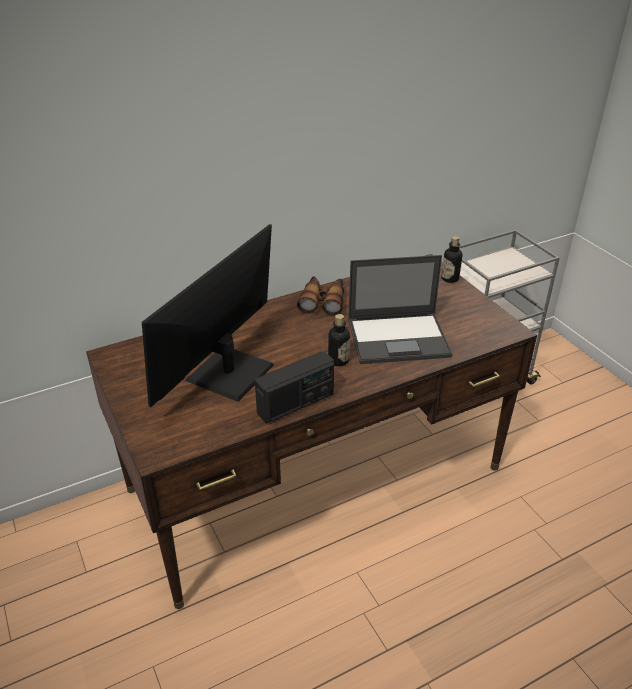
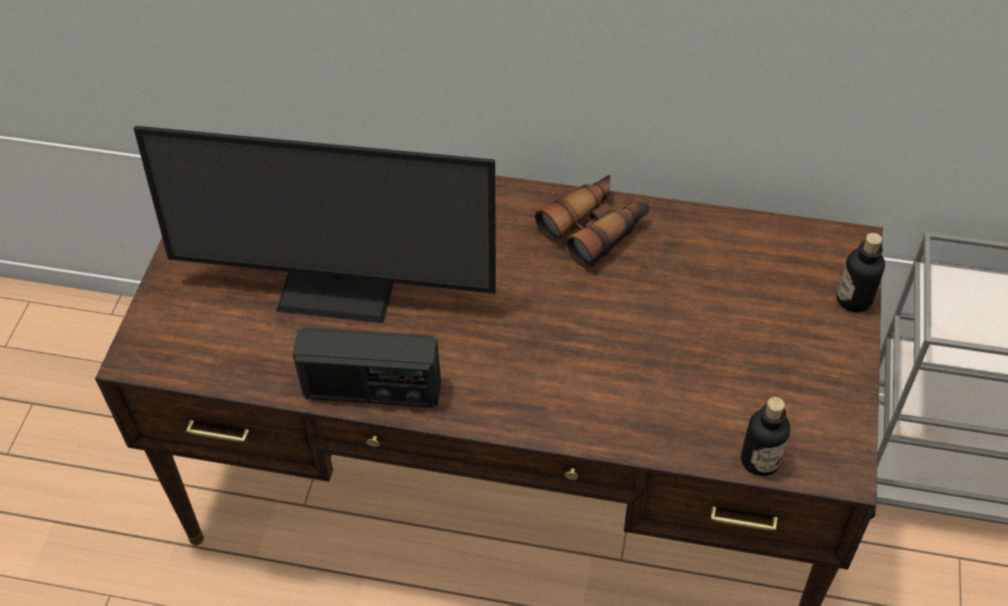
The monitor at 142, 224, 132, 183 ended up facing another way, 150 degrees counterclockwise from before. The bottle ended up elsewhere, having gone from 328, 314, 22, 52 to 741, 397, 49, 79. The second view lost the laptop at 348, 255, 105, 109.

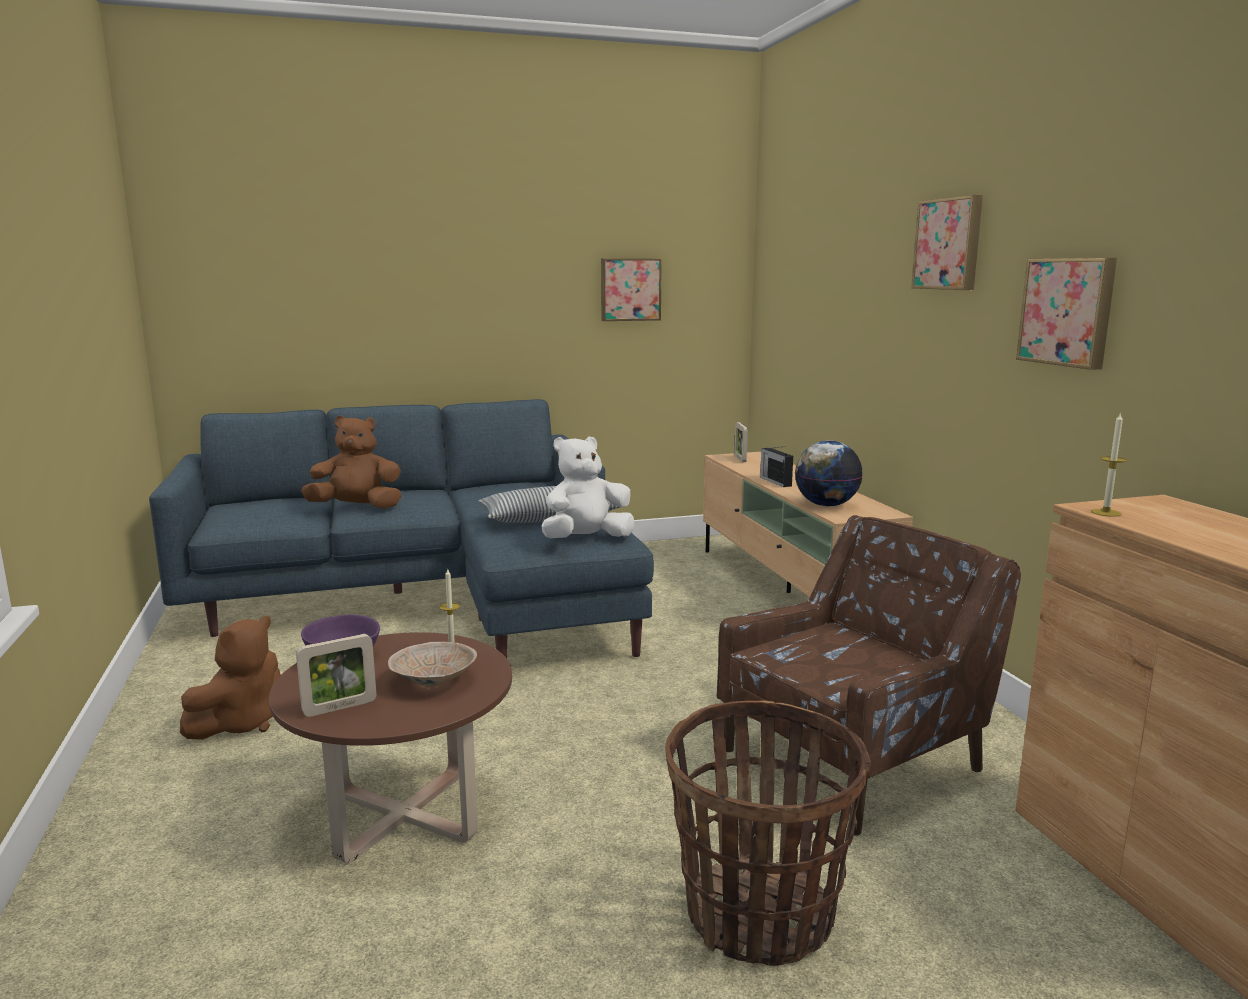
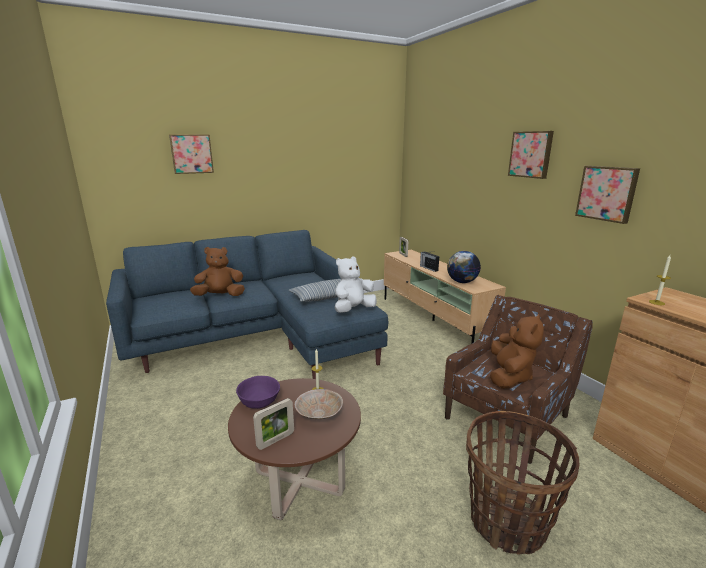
The picture ended up elsewhere, having gone from 601, 258, 61, 63 to 169, 134, 45, 40. The brown plush toy ended up elsewhere, having gone from 180, 616, 101, 124 to 490, 314, 54, 75.

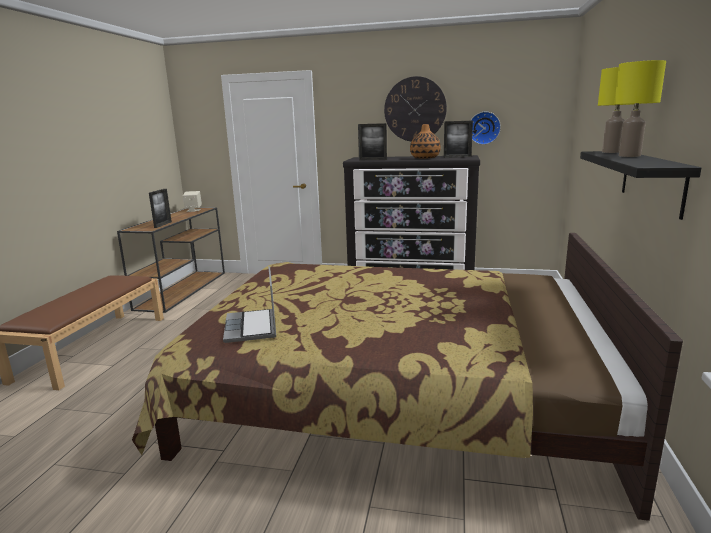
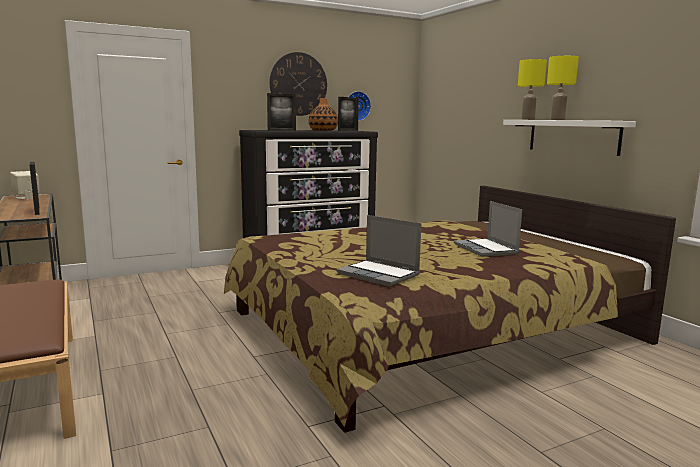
The second view gained the laptop at 454, 201, 68, 56. What was the black shelf at 580, 151, 121, 69 turned into the white shelf at 503, 120, 133, 36.

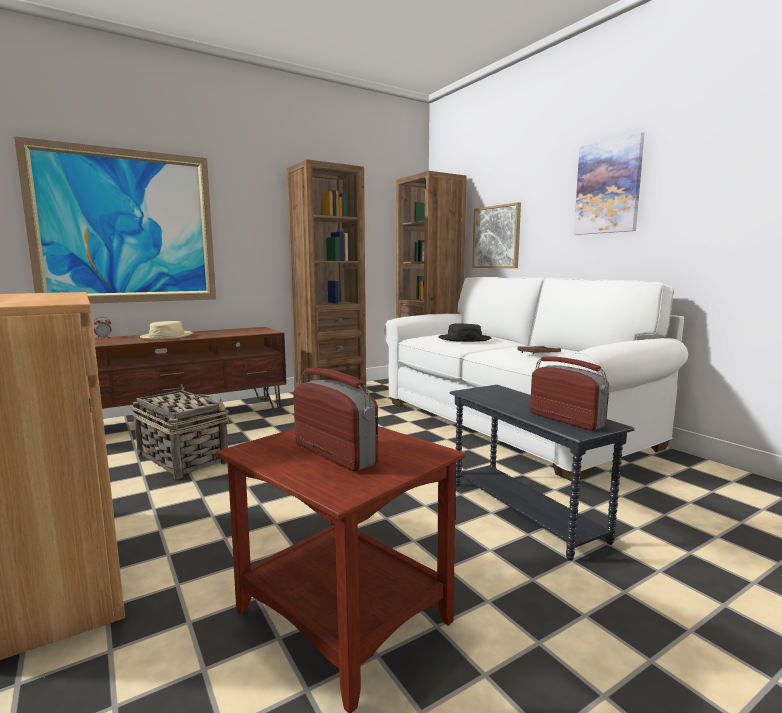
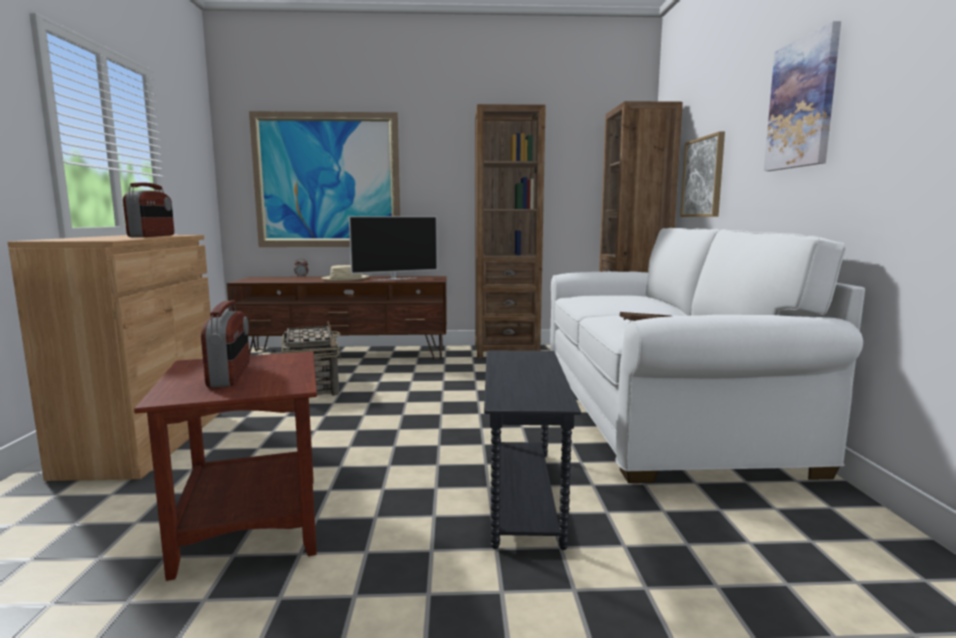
The radio ended up elsewhere, having gone from 530, 356, 79, 75 to 123, 182, 51, 55. The second view gained the television at 349, 216, 89, 65. The second view lost the black hat at 438, 323, 53, 19.

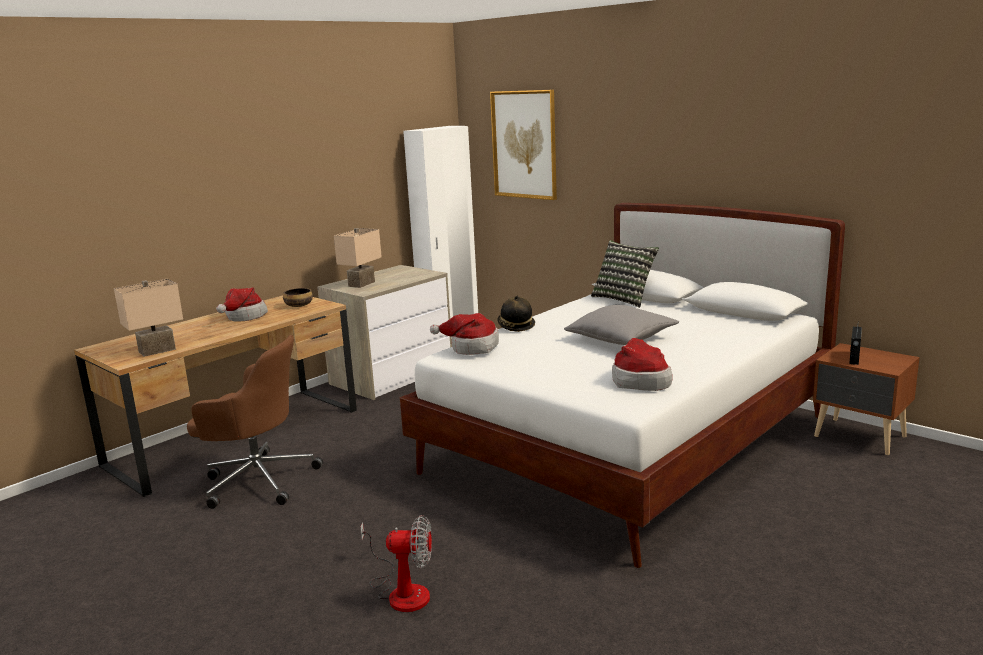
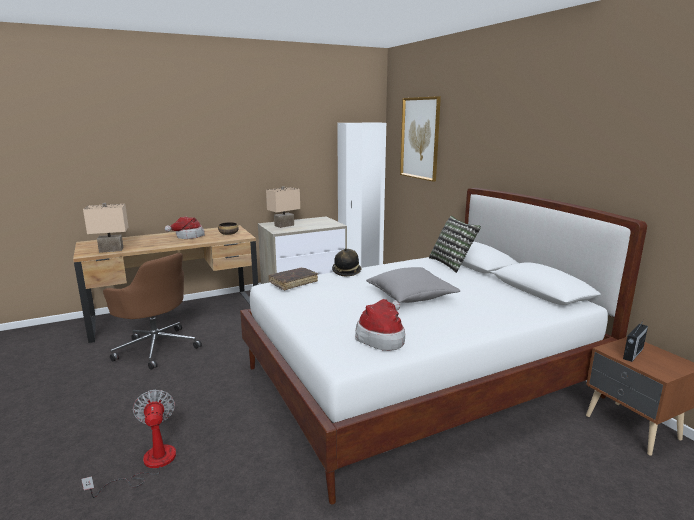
The fan at 360, 515, 72, 97 ended up facing another way, 135 degrees counterclockwise from before. Where the hat stood at 430, 313, 69, 42, the brown book came to stand at 268, 268, 50, 22.

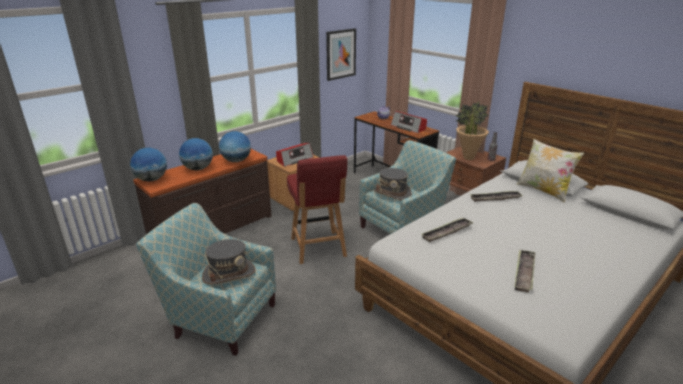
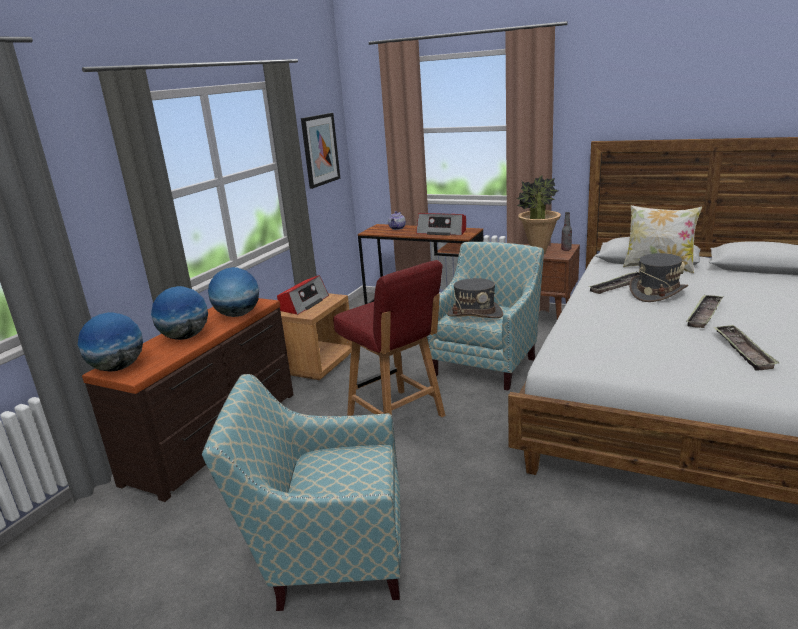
The grey hat ended up elsewhere, having gone from 202, 239, 54, 46 to 629, 253, 59, 49. The tray ended up elsewhere, having gone from 422, 217, 52, 25 to 687, 295, 37, 33.

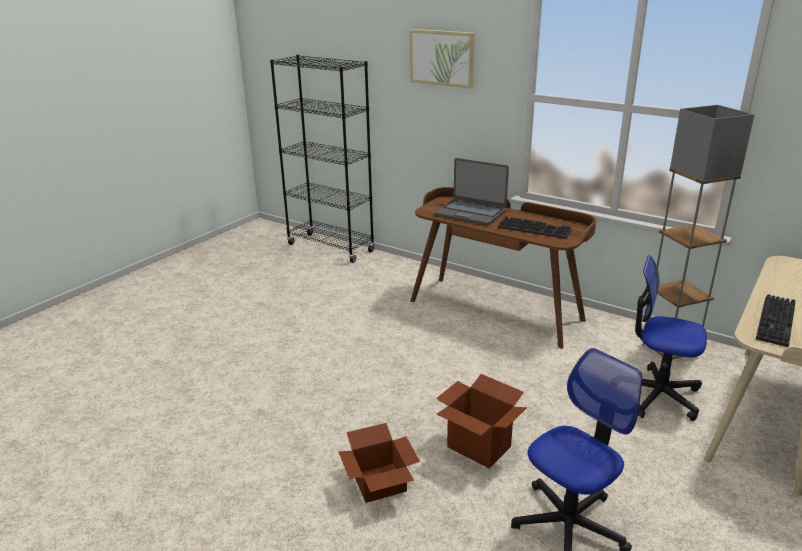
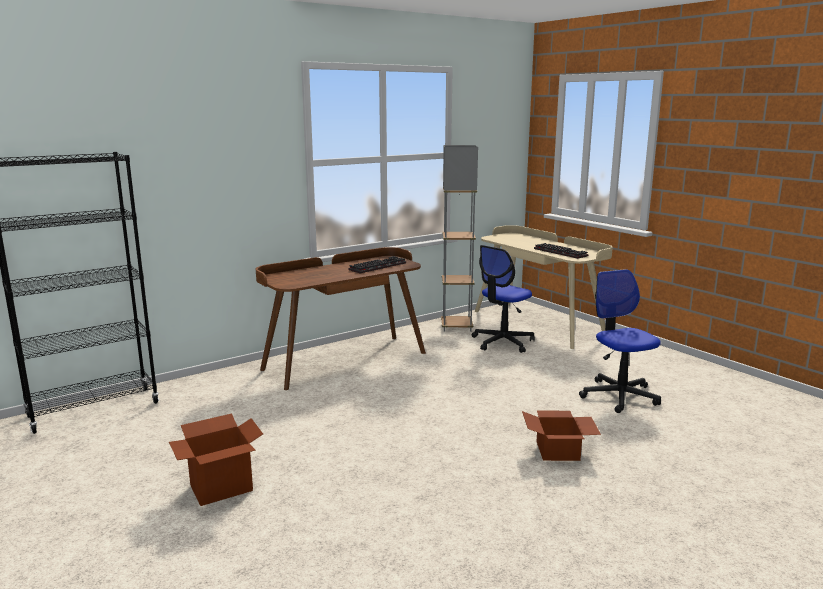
The cardboard box ended up elsewhere, having gone from 436, 374, 91, 95 to 169, 413, 94, 93. The second view lost the picture at 410, 29, 65, 59. The second view lost the laptop at 435, 158, 74, 68.

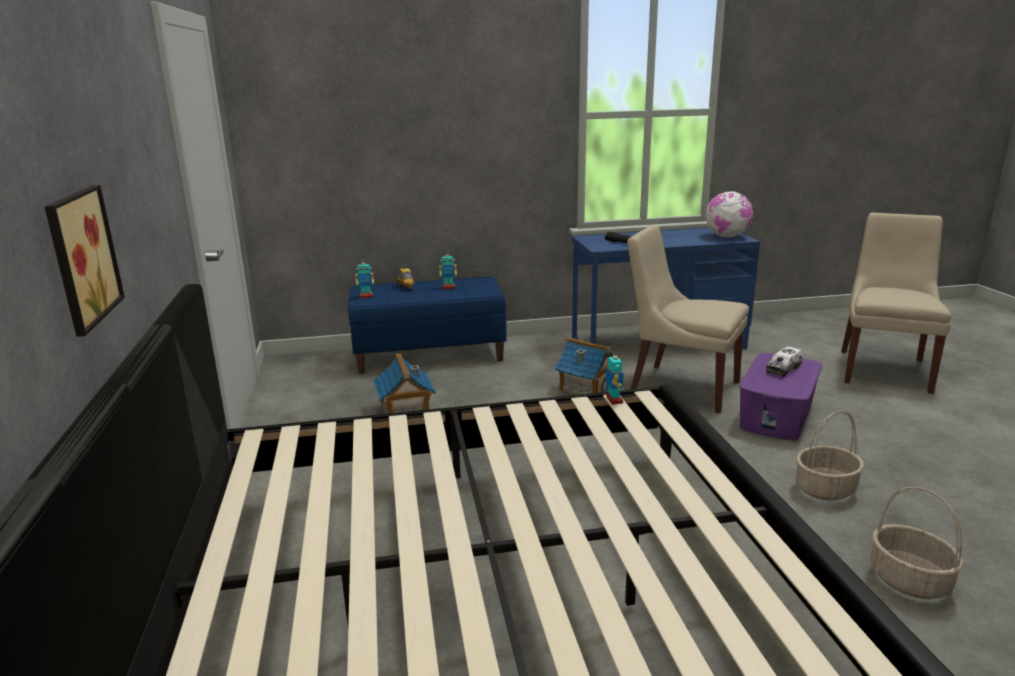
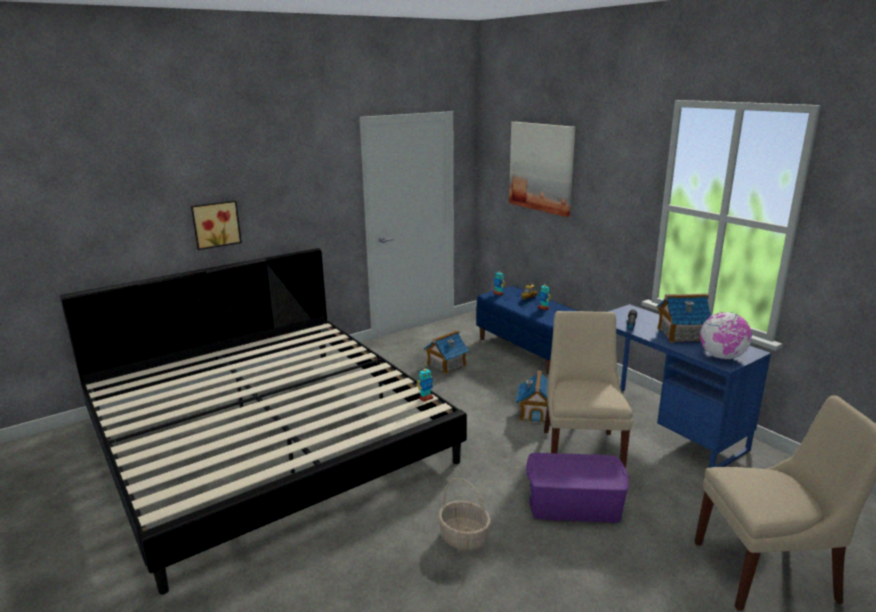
The second view gained the picture at 509, 122, 66, 95. The second view gained the toy house at 657, 293, 54, 50. The second view lost the toy truck at 766, 346, 37, 31. The second view lost the basket at 871, 487, 93, 112.

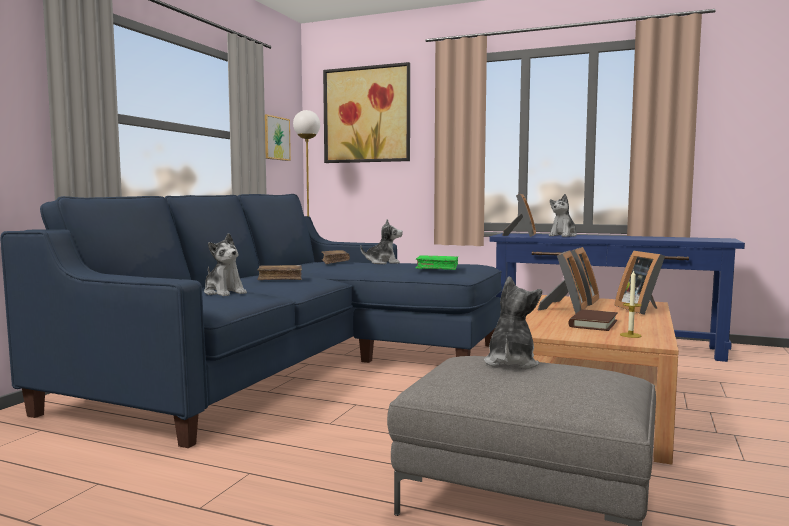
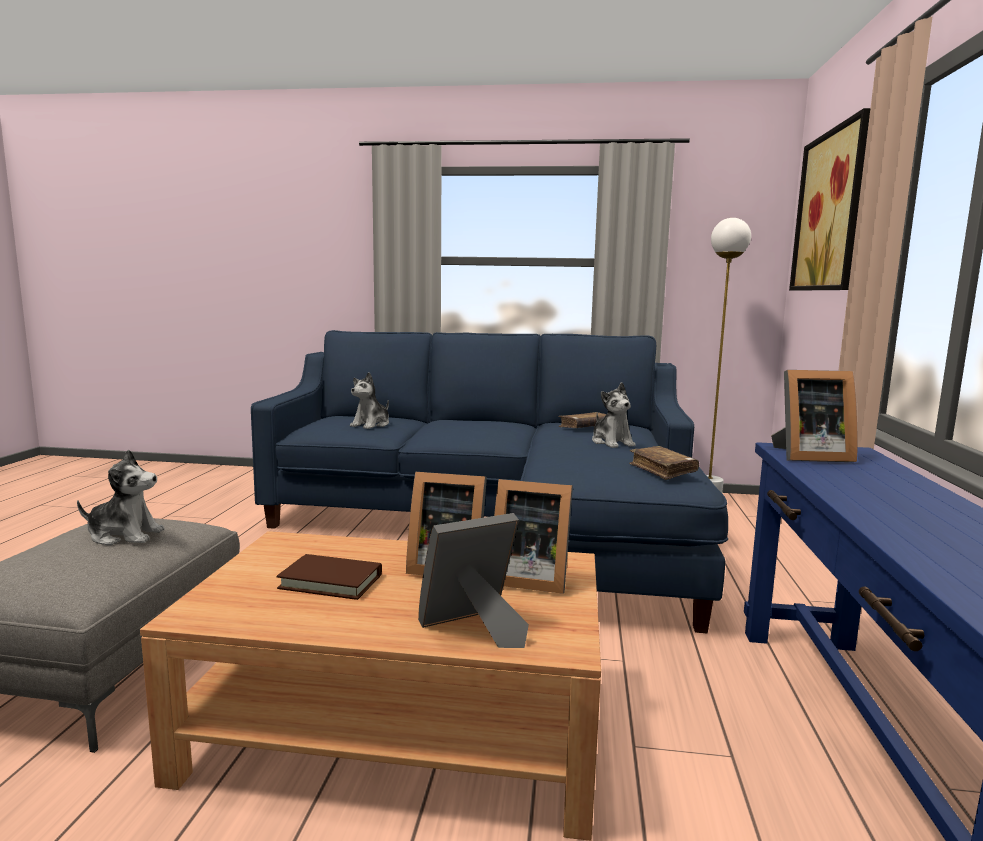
The brown book ended up elsewhere, having gone from 257, 265, 45, 15 to 629, 446, 70, 34. The second view lost the picture at 265, 114, 26, 47. The second view lost the green book at 416, 255, 42, 15. The second view lost the plush toy at 549, 194, 28, 43. The second view lost the candle at 620, 270, 22, 68.

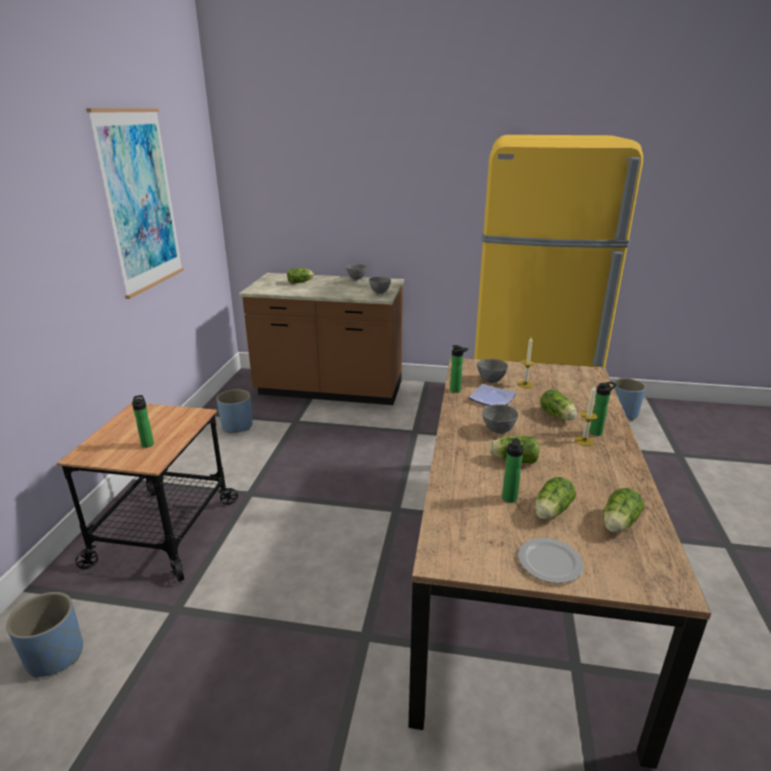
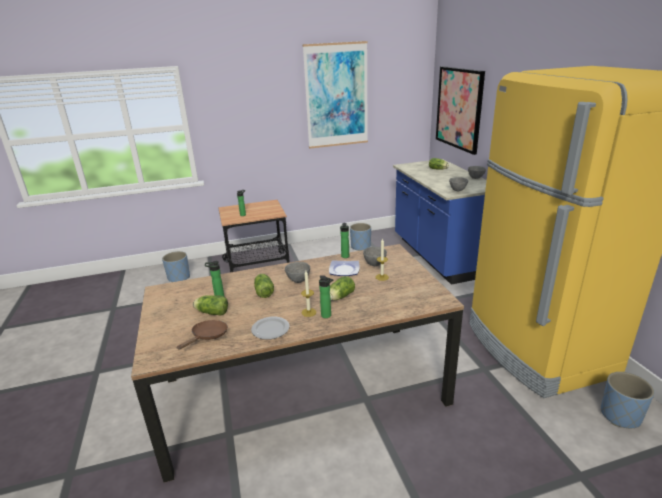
Where the lettuce stood at 603, 488, 42, 45, the brown frying pan came to stand at 177, 320, 51, 30. The plate ended up elsewhere, having gone from 518, 538, 66, 45 to 251, 317, 39, 23. What was the brown counter at 239, 273, 165, 132 turned into the blue counter at 393, 159, 94, 126. The second view gained the picture at 436, 66, 49, 89.

